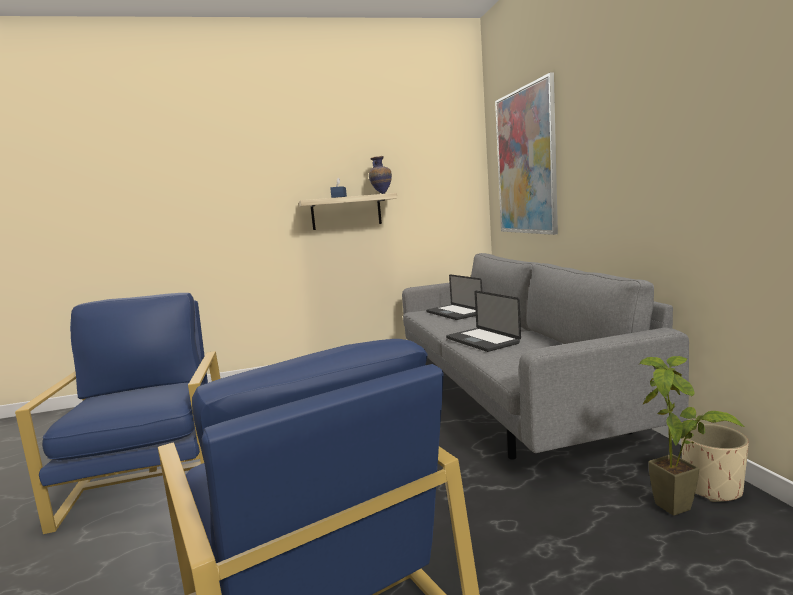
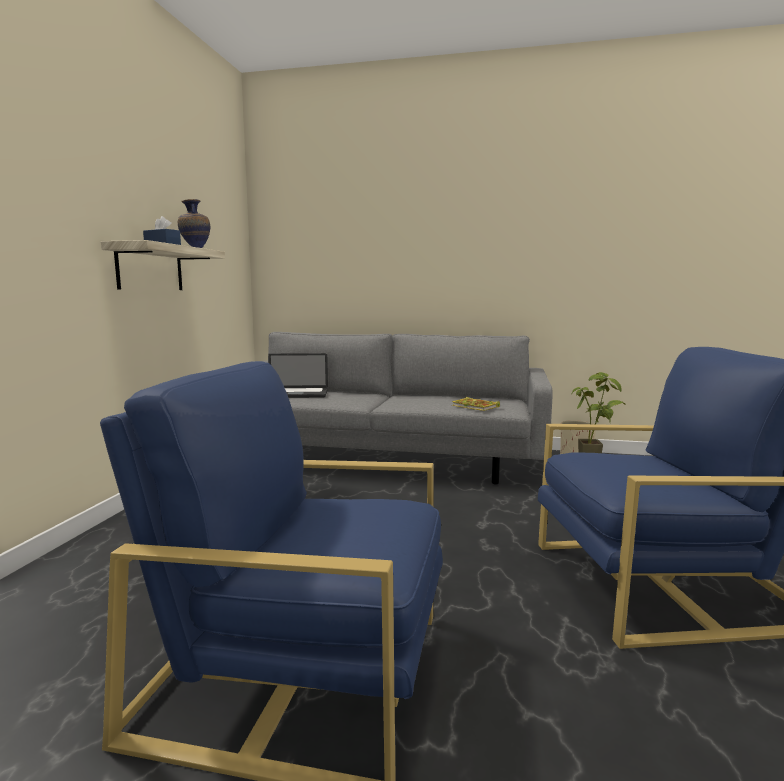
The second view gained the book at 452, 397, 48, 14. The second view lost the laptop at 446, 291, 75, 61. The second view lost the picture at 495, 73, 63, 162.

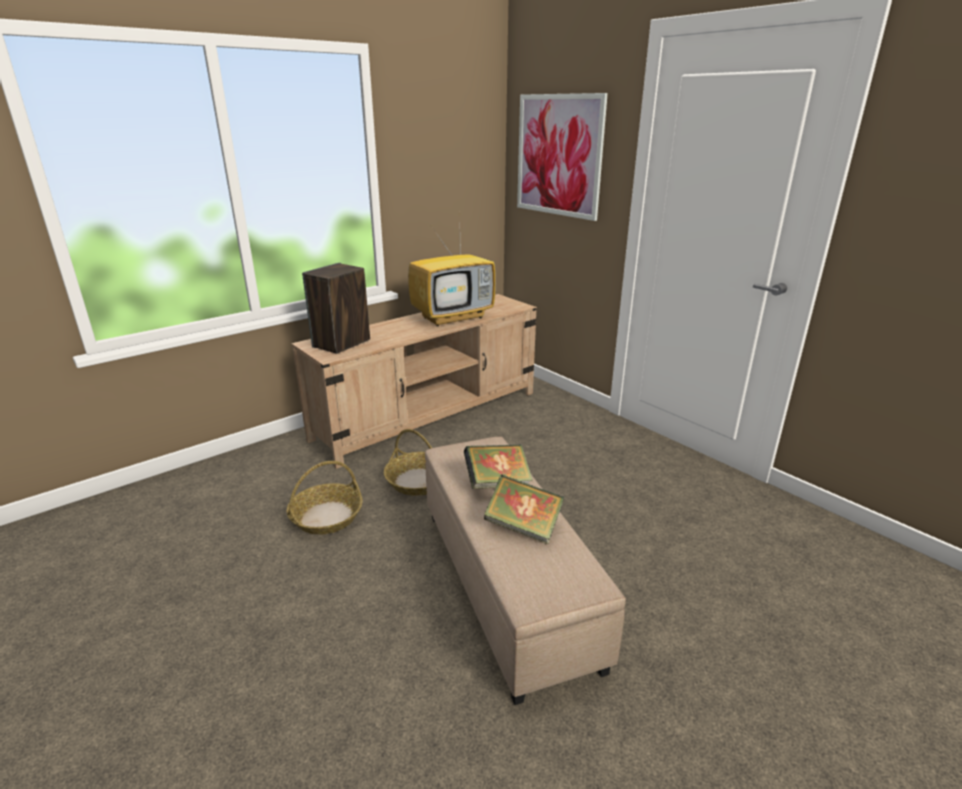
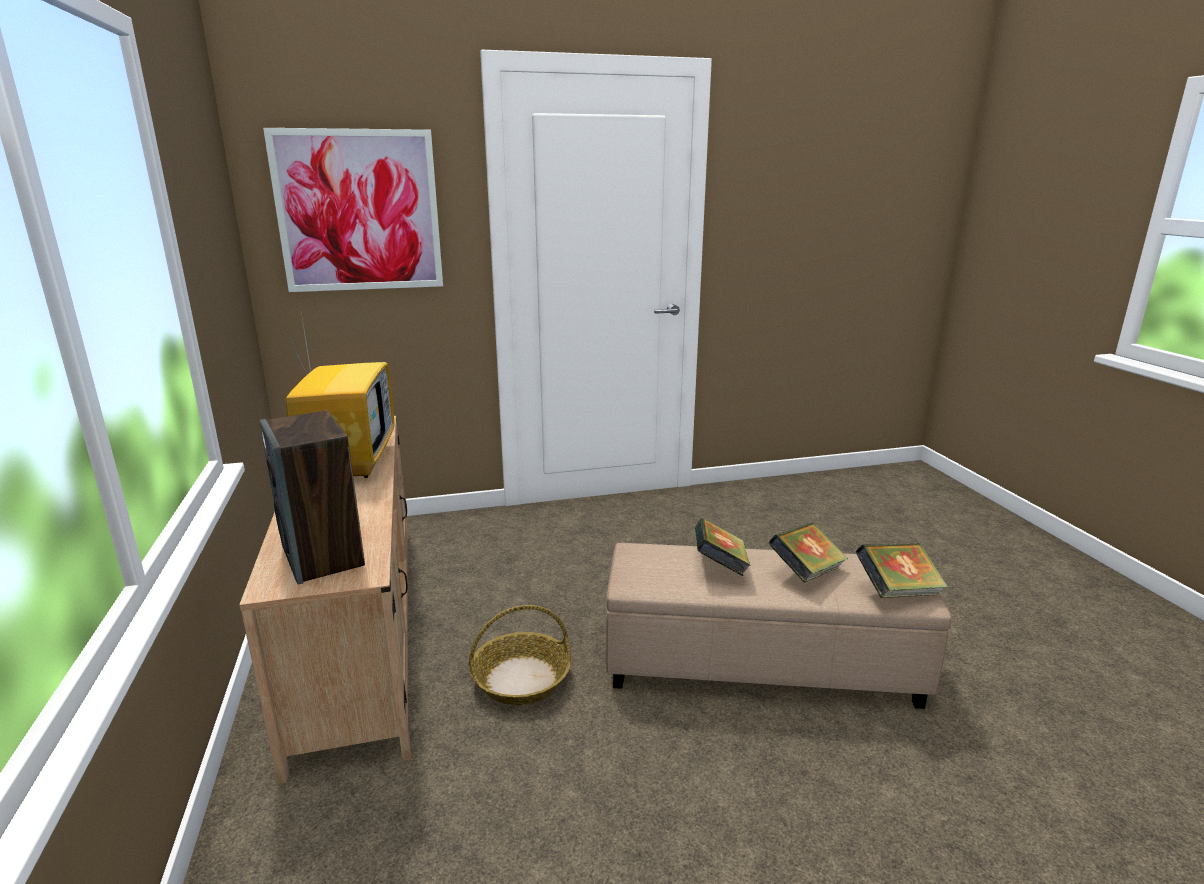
The second view gained the book at 856, 543, 92, 55. The second view lost the basket at 287, 461, 76, 74.

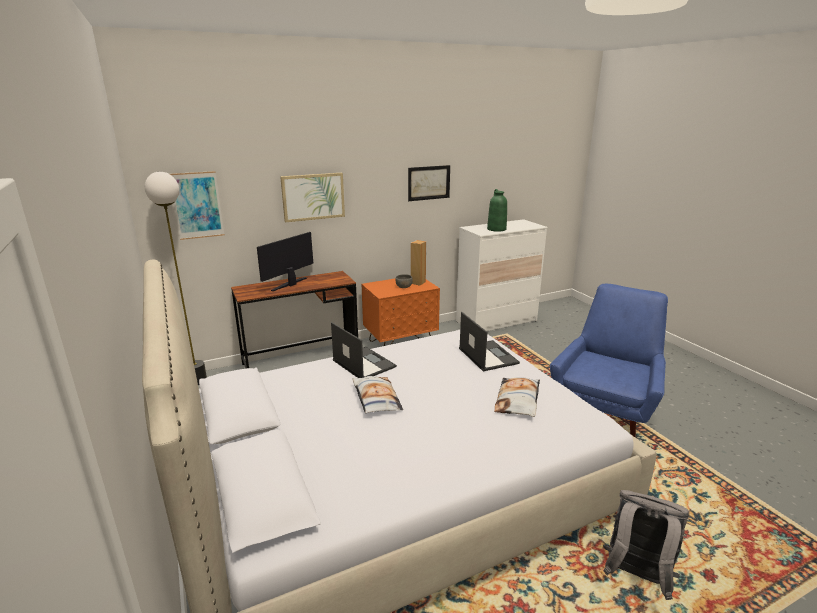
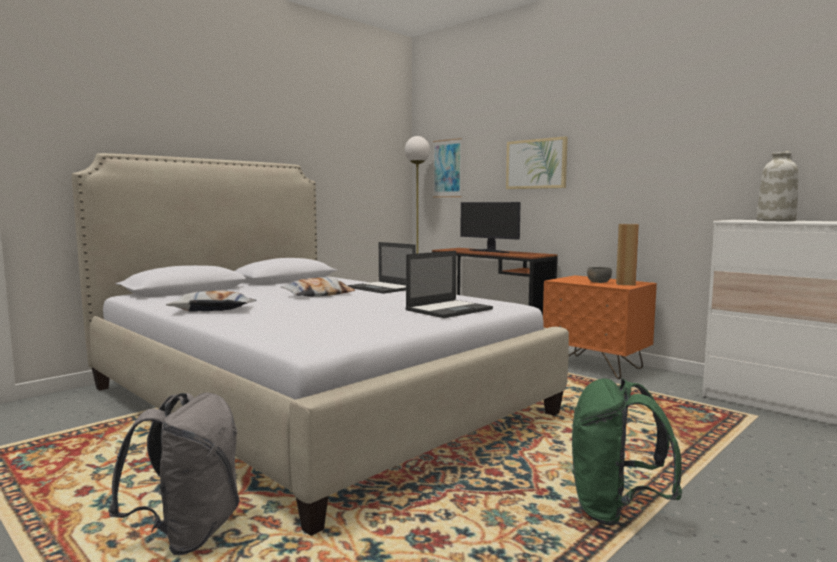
The pillow ended up elsewhere, having gone from 494, 377, 46, 40 to 166, 291, 91, 20. The laptop at 331, 322, 66, 56 ended up facing another way, 105 degrees clockwise from before. The monitor at 257, 232, 56, 59 ended up facing another way, 150 degrees counterclockwise from before. Where the blue armchair stood at 550, 284, 118, 154, the green backpack came to stand at 572, 378, 110, 148. What was the green vase at 487, 189, 20, 43 turned into the white vase at 757, 151, 41, 70. The second view lost the picture at 408, 165, 42, 36.

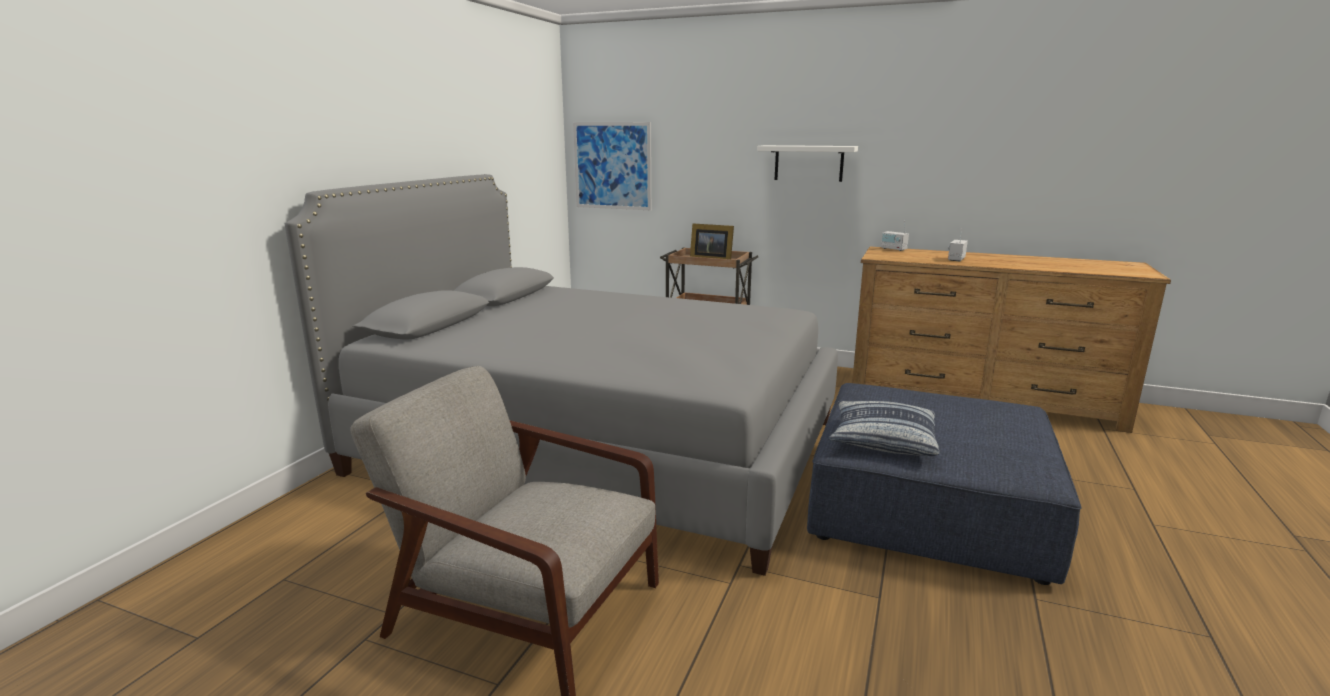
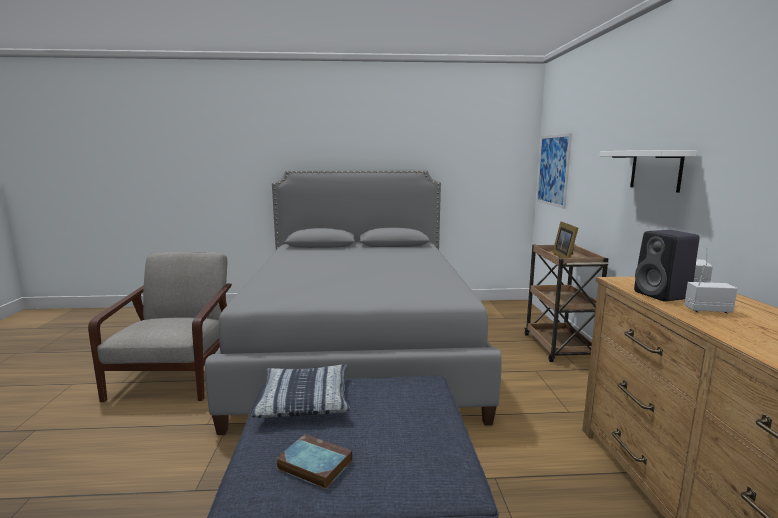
The second view gained the book at 277, 434, 75, 56. The second view gained the black speaker at 634, 230, 66, 72.

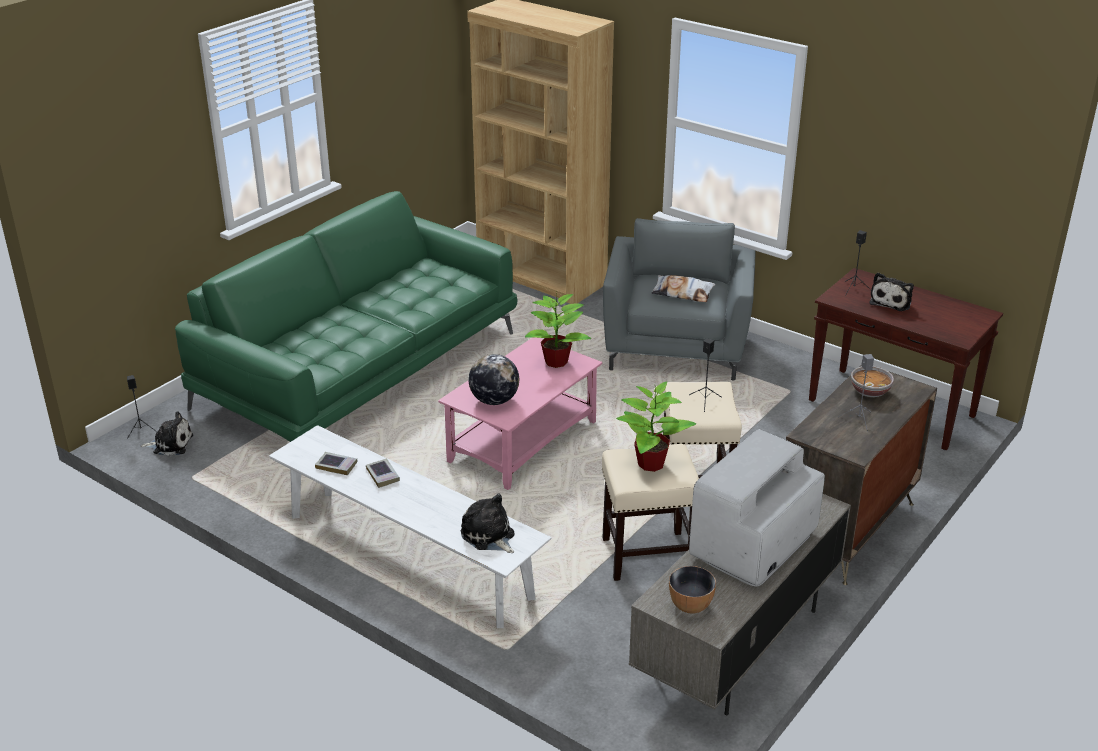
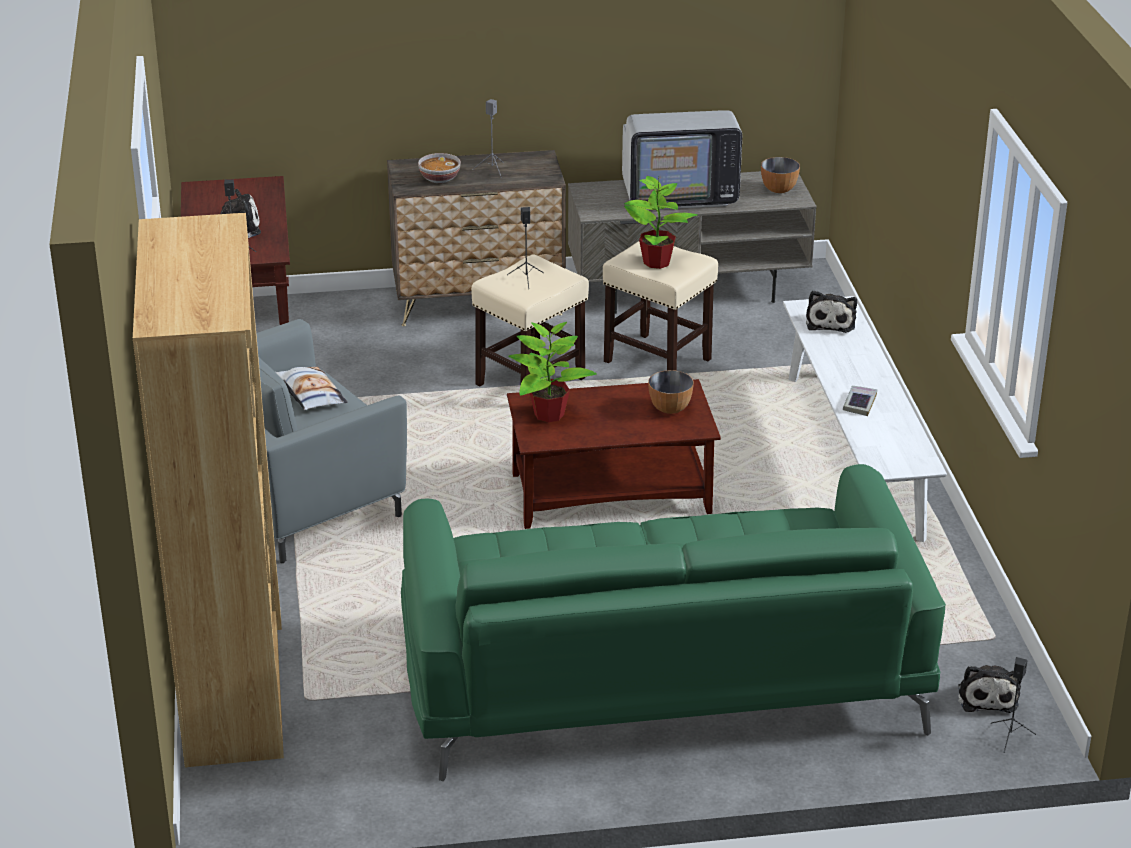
What was the pink coffee table at 438, 337, 164, 153 turned into the brown coffee table at 507, 379, 214, 150. Where the globe stood at 469, 354, 50, 51, the bowl came to stand at 648, 370, 46, 44. The plush toy at 141, 411, 52, 45 ended up facing another way, 135 degrees counterclockwise from before. The second view lost the book at 315, 452, 43, 23.

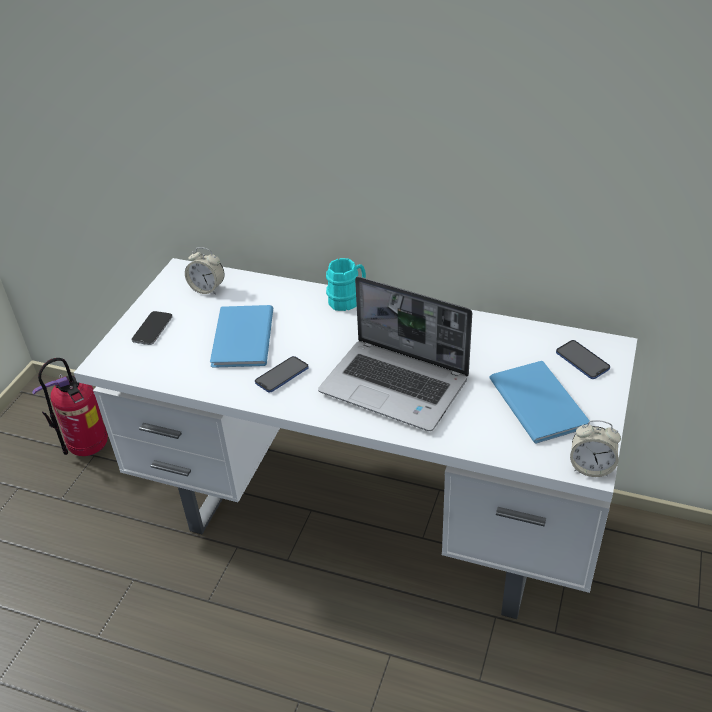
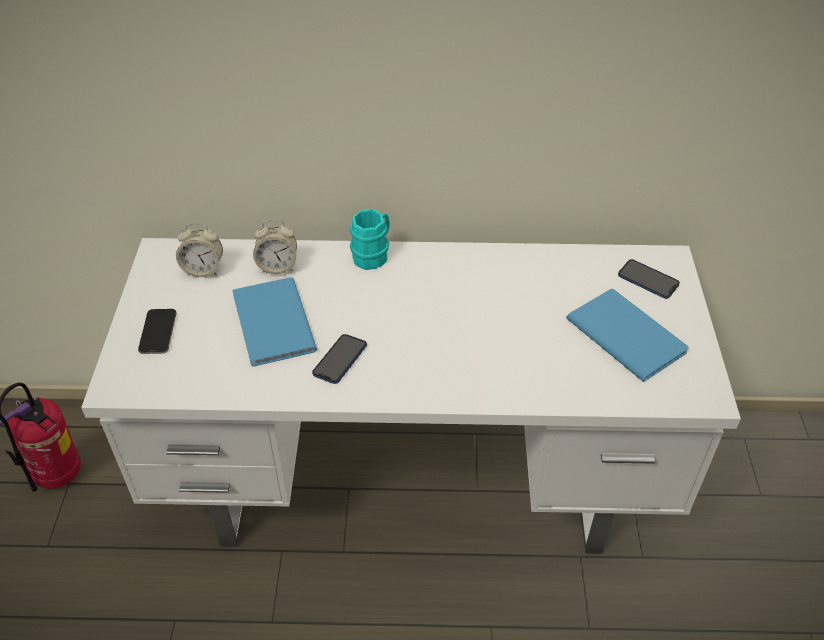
The alarm clock ended up elsewhere, having gone from 570, 420, 51, 57 to 253, 220, 44, 54. The second view lost the laptop at 318, 276, 154, 155.

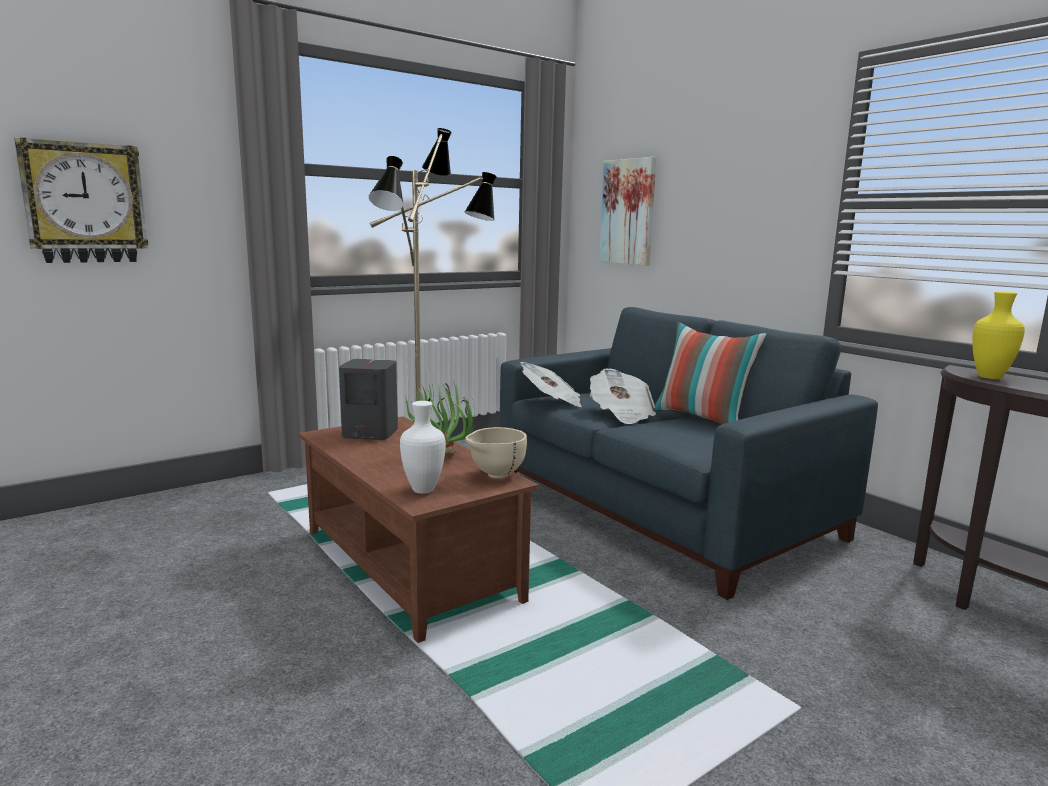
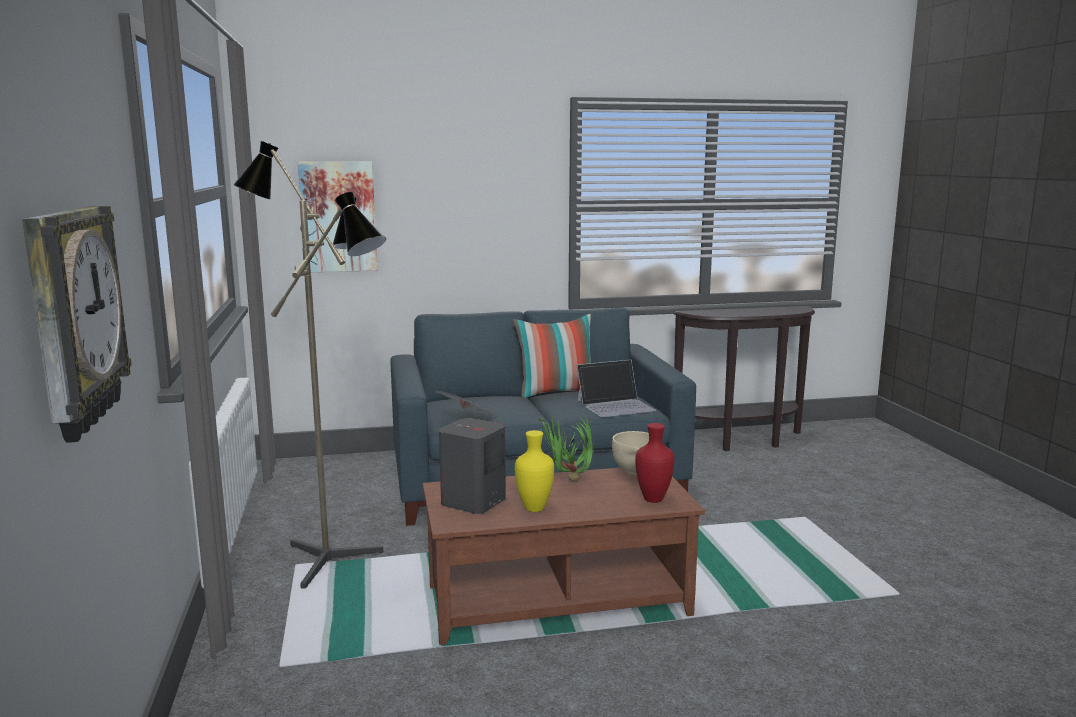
The yellow vase ended up elsewhere, having gone from 972, 291, 53, 88 to 515, 430, 39, 82. The second view gained the laptop at 577, 360, 79, 57. What was the white vase at 400, 401, 46, 93 turned into the red vase at 635, 423, 40, 80. The second view lost the newspaper at 590, 369, 66, 55.

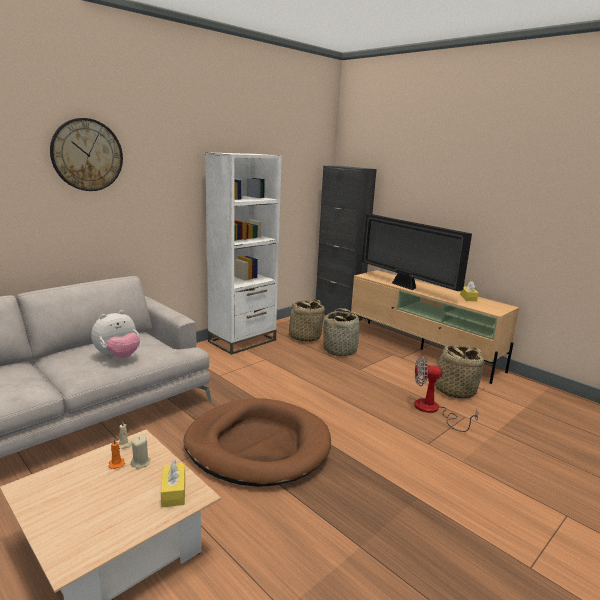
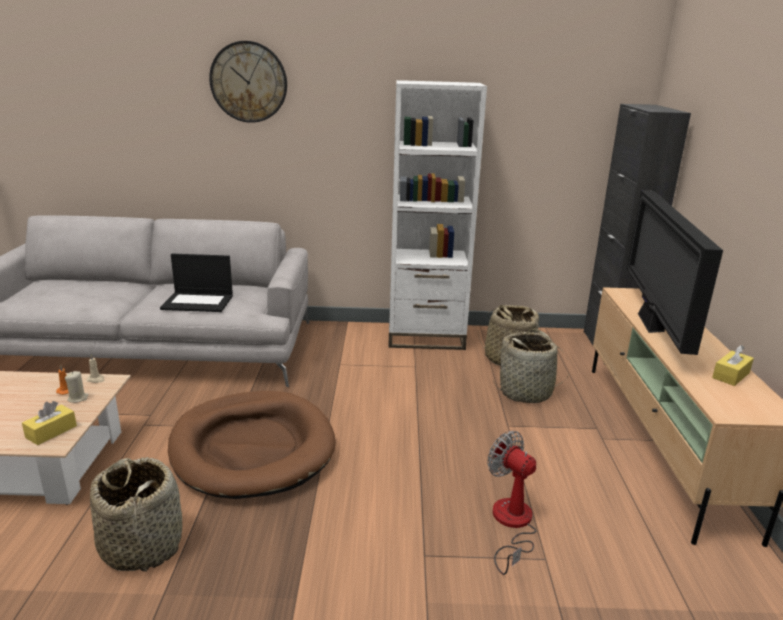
The basket ended up elsewhere, having gone from 428, 345, 59, 54 to 90, 457, 92, 115. Where the plush toy stood at 91, 310, 49, 48, the laptop came to stand at 160, 254, 73, 58.

